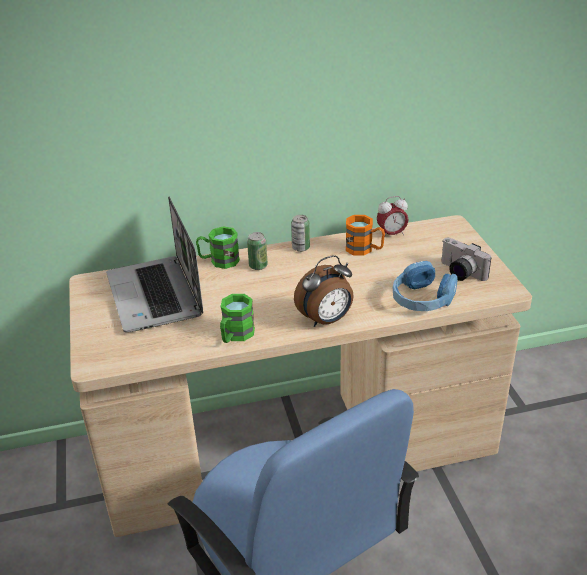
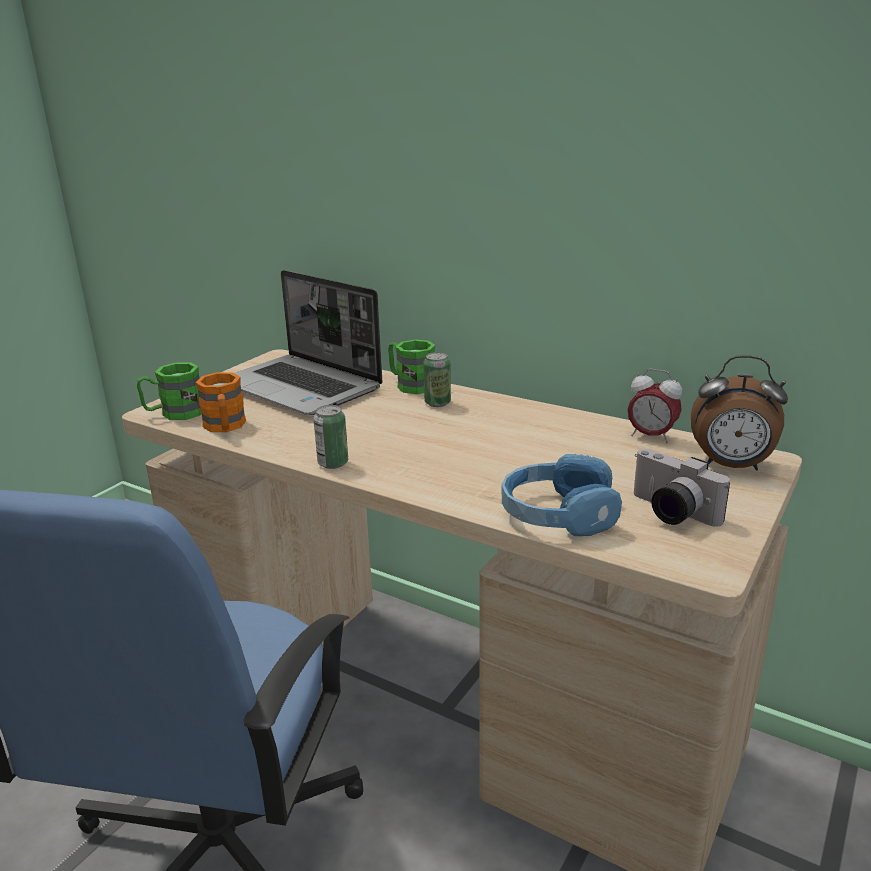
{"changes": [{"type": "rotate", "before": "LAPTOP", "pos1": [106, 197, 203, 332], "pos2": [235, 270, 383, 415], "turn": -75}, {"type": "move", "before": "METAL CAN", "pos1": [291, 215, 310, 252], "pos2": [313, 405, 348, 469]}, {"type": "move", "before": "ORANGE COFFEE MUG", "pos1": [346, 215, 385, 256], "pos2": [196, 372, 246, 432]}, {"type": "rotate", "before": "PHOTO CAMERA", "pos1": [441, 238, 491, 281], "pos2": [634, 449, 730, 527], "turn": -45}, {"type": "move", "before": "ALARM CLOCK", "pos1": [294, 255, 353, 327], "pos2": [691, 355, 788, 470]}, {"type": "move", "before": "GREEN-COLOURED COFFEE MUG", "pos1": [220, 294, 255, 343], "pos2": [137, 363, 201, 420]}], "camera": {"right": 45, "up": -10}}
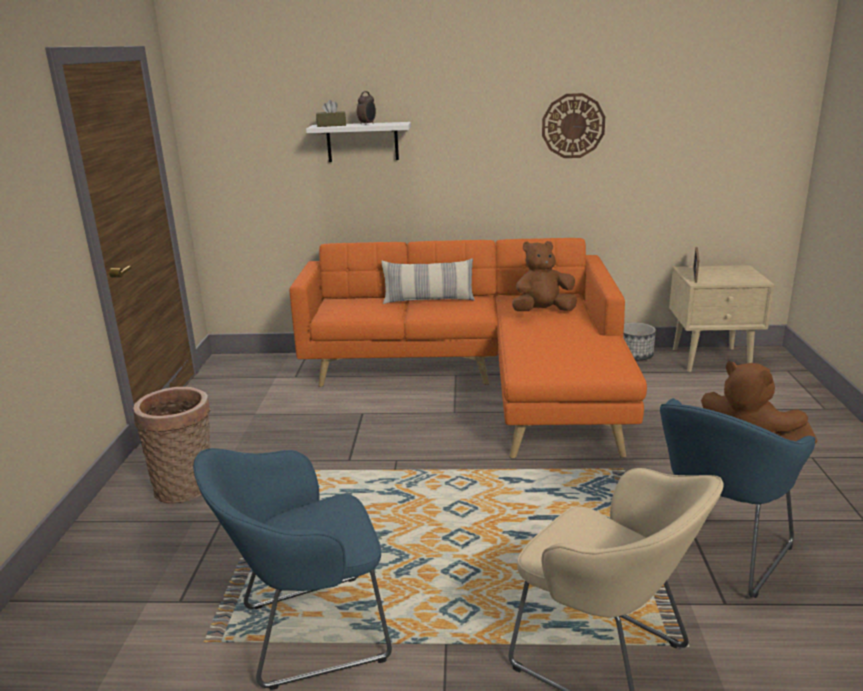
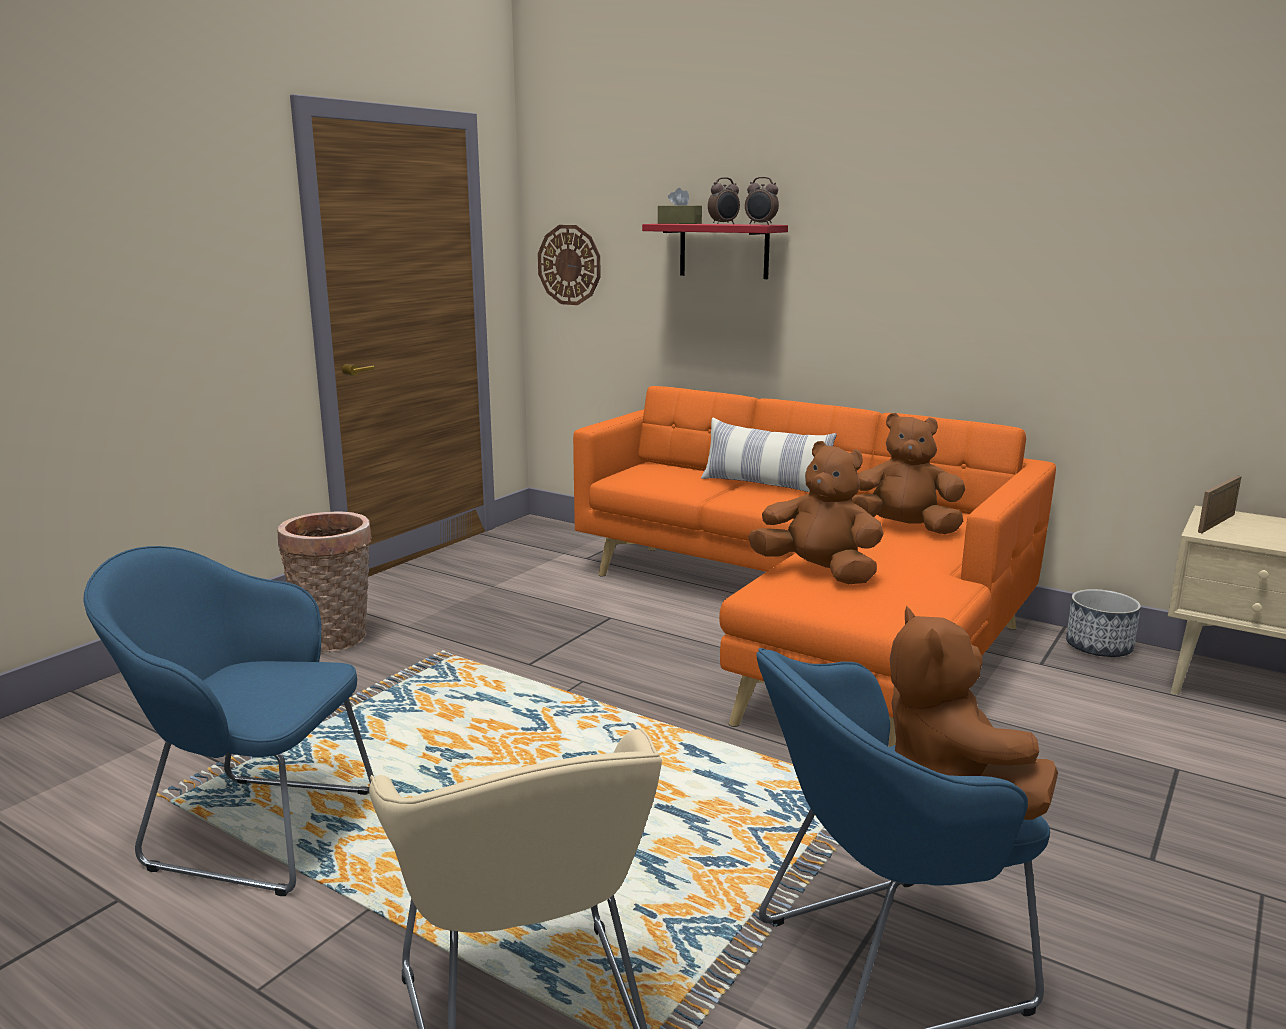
{"changes": [{"type": "move", "before": "HANGING CLOCK", "pos1": [542, 93, 605, 158], "pos2": [538, 225, 601, 305]}, {"type": "recolor", "before": "WHITE BRACKET SHELF", "after": "REDDISH BRACKET SHELF", "pos1": [306, 122, 411, 162], "pos2": [642, 224, 788, 279]}, {"type": "insert", "after": "ALARM CLOCK", "pos2": [745, 177, 779, 225]}, {"type": "insert", "after": "BROWN PLUSH TOY", "pos2": [748, 441, 884, 584]}], "camera": {"right": 30, "up": -5}}
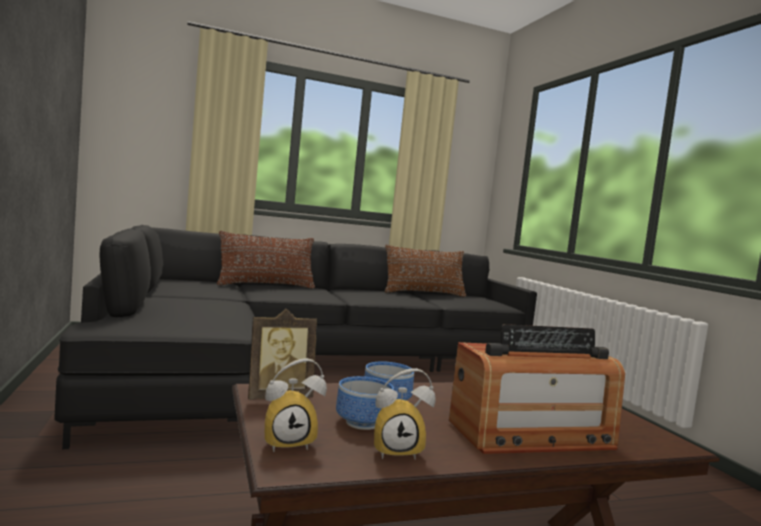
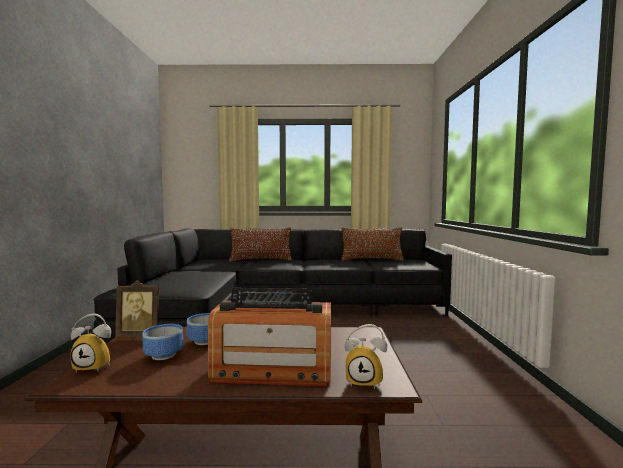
{"changes": [{"type": "move", "before": "ALARM CLOCK", "pos1": [374, 368, 436, 460], "pos2": [345, 324, 387, 389]}], "camera": {"right": 20, "up": 0}}
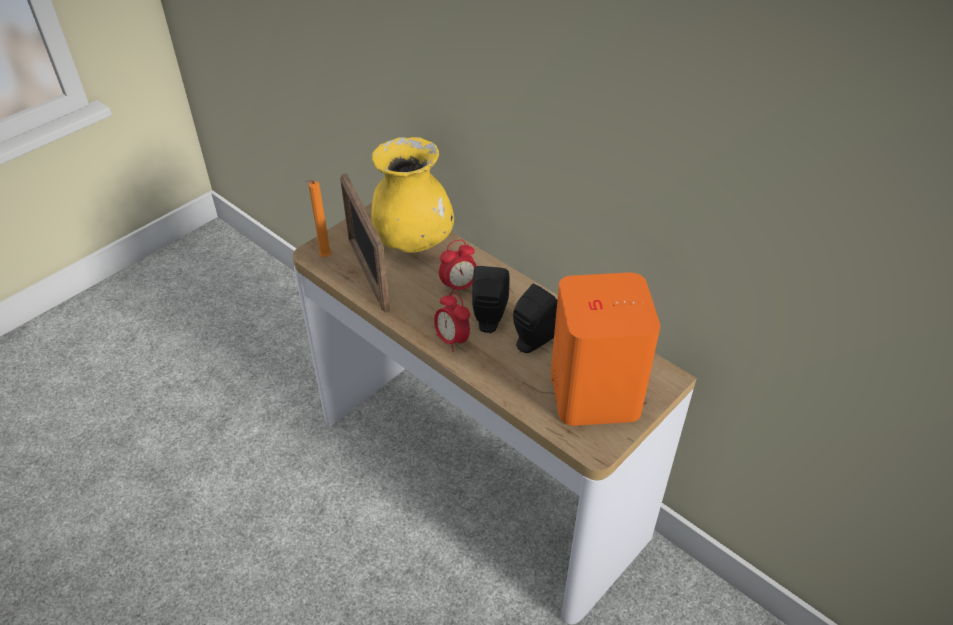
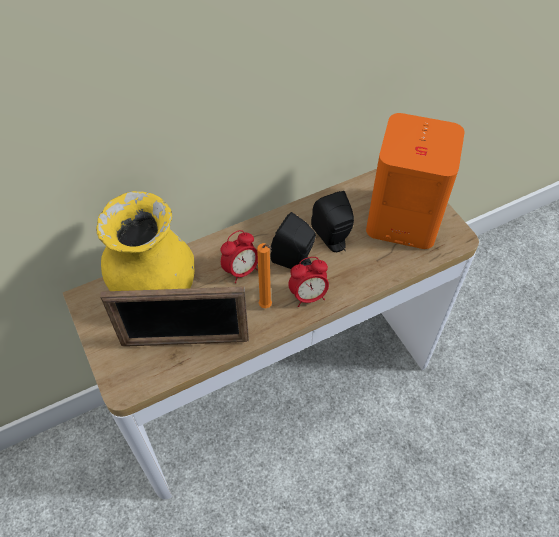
{"changes": [{"type": "move", "before": "ORANGE WAX LIGHT", "pos1": [305, 180, 332, 257], "pos2": [257, 243, 272, 308]}, {"type": "rotate", "before": "ALARM CLOCK", "pos1": [439, 240, 477, 296], "pos2": [220, 230, 258, 283], "turn": 60}], "camera": {"right": -70, "up": 10}}
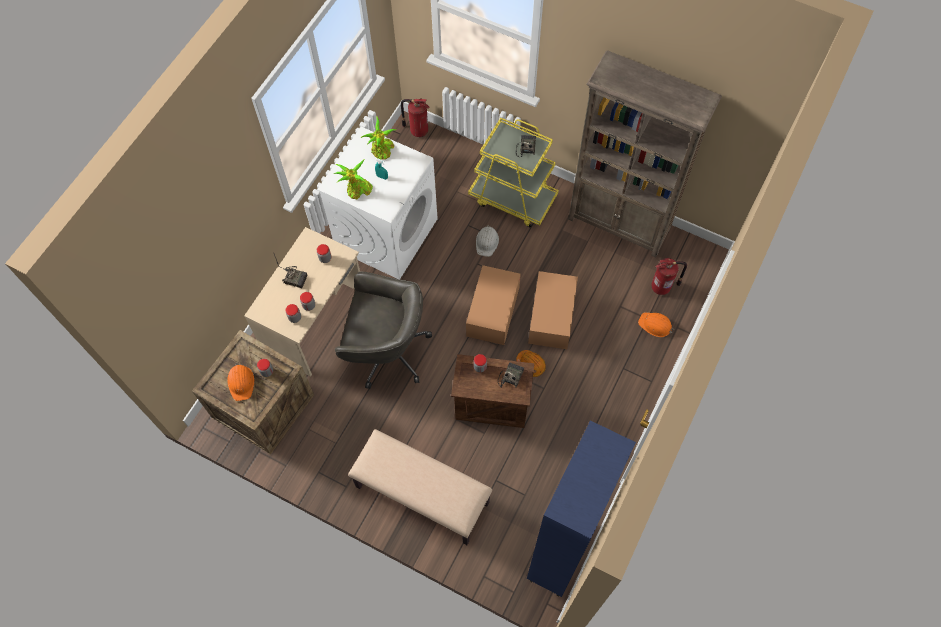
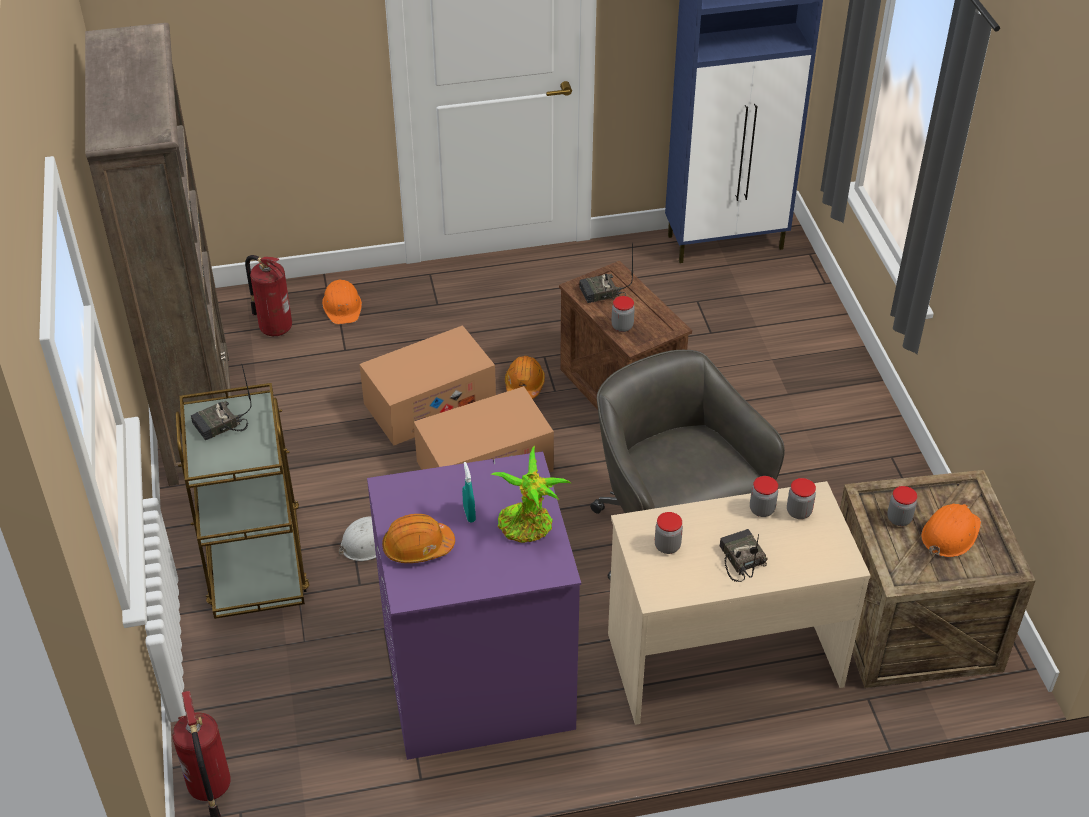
{"changes": [{"type": "replace", "before": "POTTED PLANT", "after": "ORANGE HARD HAT", "pos1": [361, 117, 396, 160], "pos2": [382, 514, 455, 563]}, {"type": "recolor", "before": "YELLOW-COLOURED TROLLEY", "after": "BROWN TROLLEY", "pos1": [468, 117, 559, 227], "pos2": [176, 383, 309, 619]}, {"type": "recolor", "before": "WHITE LAUNDRY MACHINE", "after": "PURPLE LAUNDRY MACHINE", "pos1": [317, 127, 438, 279], "pos2": [367, 451, 581, 760]}, {"type": "delete", "before": "BEIGE-COLOURED BENCH", "pos1": [348, 429, 492, 545]}], "camera": {"right": -130, "up": -20}}
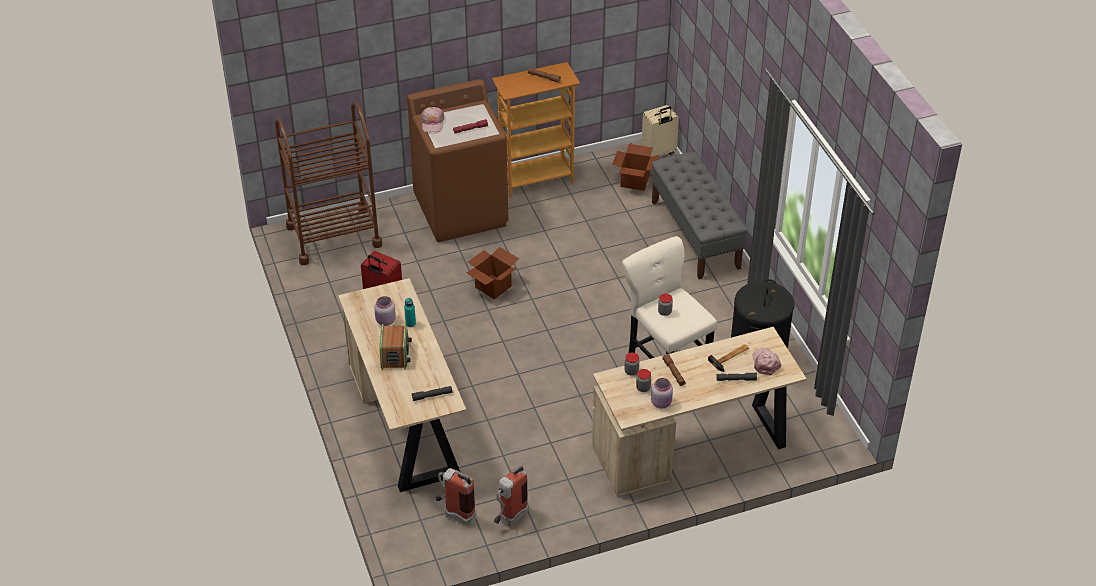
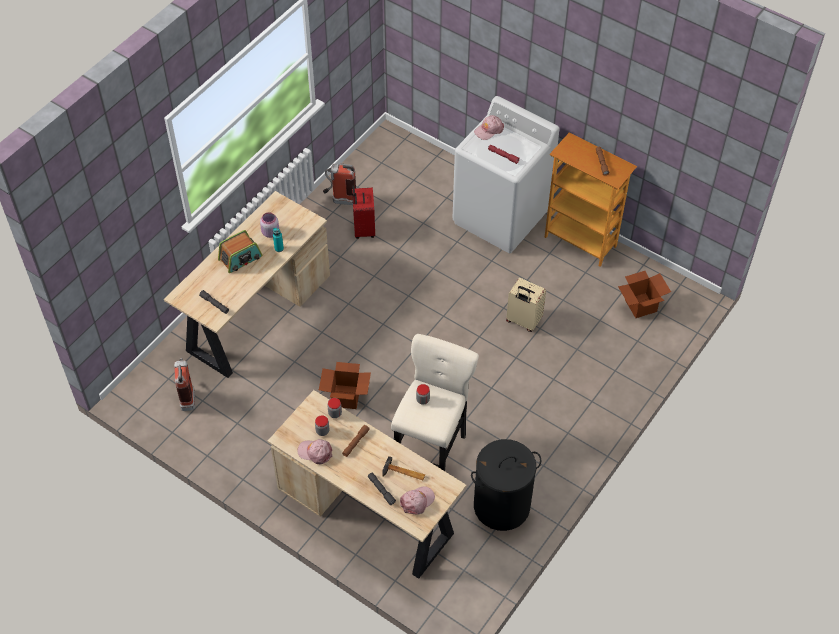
{"changes": [{"type": "recolor", "before": "BROWN LAUNDRY MACHINE", "after": "WHITE LAUNDRY MACHINE", "pos1": [407, 79, 508, 242], "pos2": [453, 96, 559, 253]}, {"type": "delete", "before": "BROWN TROLLEY", "pos1": [275, 102, 382, 265]}, {"type": "move", "before": "BEIGE-COLOURED TRAVEL CASE", "pos1": [641, 105, 679, 157], "pos2": [506, 278, 546, 332]}, {"type": "delete", "before": "GREYISH BENCH", "pos1": [651, 152, 748, 279]}, {"type": "move", "before": "CARTON", "pos1": [466, 247, 519, 300], "pos2": [319, 362, 371, 409]}, {"type": "replace", "before": "PINKISH PRESERVE JAR", "after": "PINKISH CAP", "pos1": [651, 378, 673, 408], "pos2": [298, 439, 333, 465]}, {"type": "move", "before": "EXTINGUISHER", "pos1": [494, 465, 529, 526], "pos2": [323, 163, 356, 205]}], "camera": {"right": 55, "up": 10}}
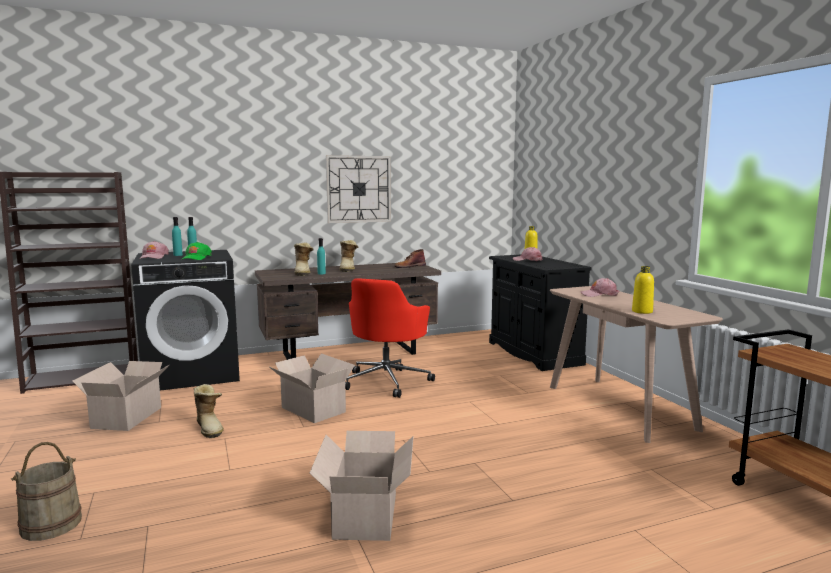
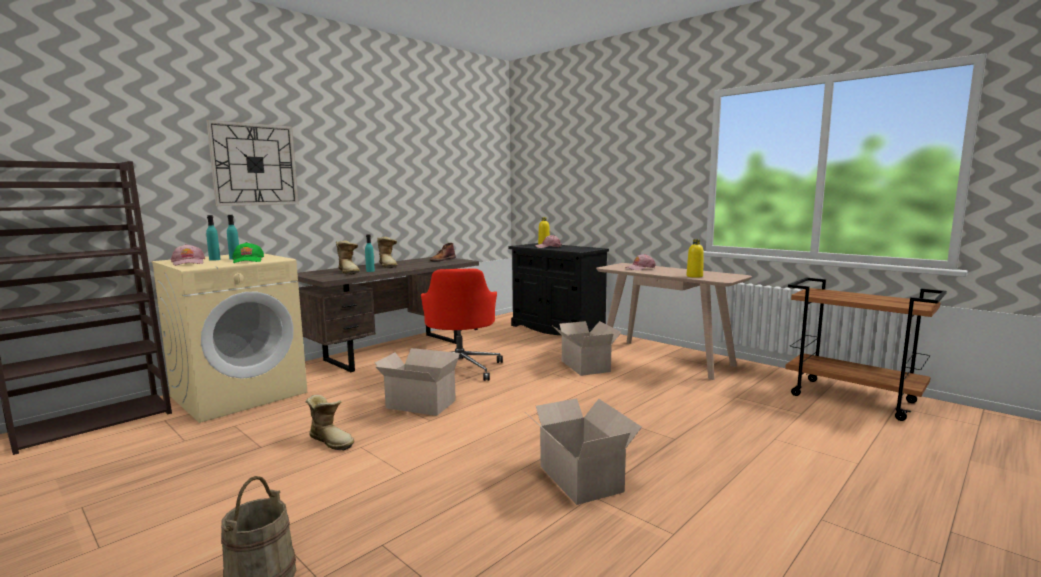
{"changes": [{"type": "move", "before": "HANGING CLOCK", "pos1": [326, 155, 391, 223], "pos2": [206, 120, 299, 206]}, {"type": "recolor", "before": "BLACK LAUNDRY MACHINE", "after": "BEIGE-COLOURED LAUNDRY MACHINE", "pos1": [131, 250, 240, 391], "pos2": [152, 254, 307, 423]}, {"type": "move", "before": "CARTON", "pos1": [72, 361, 169, 431], "pos2": [553, 321, 622, 376]}], "camera": {"right": -25, "up": 0}}
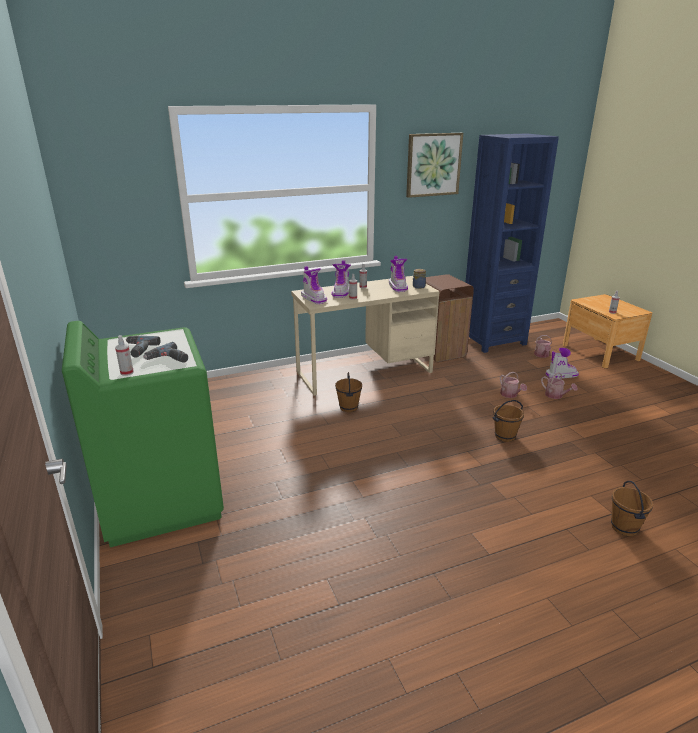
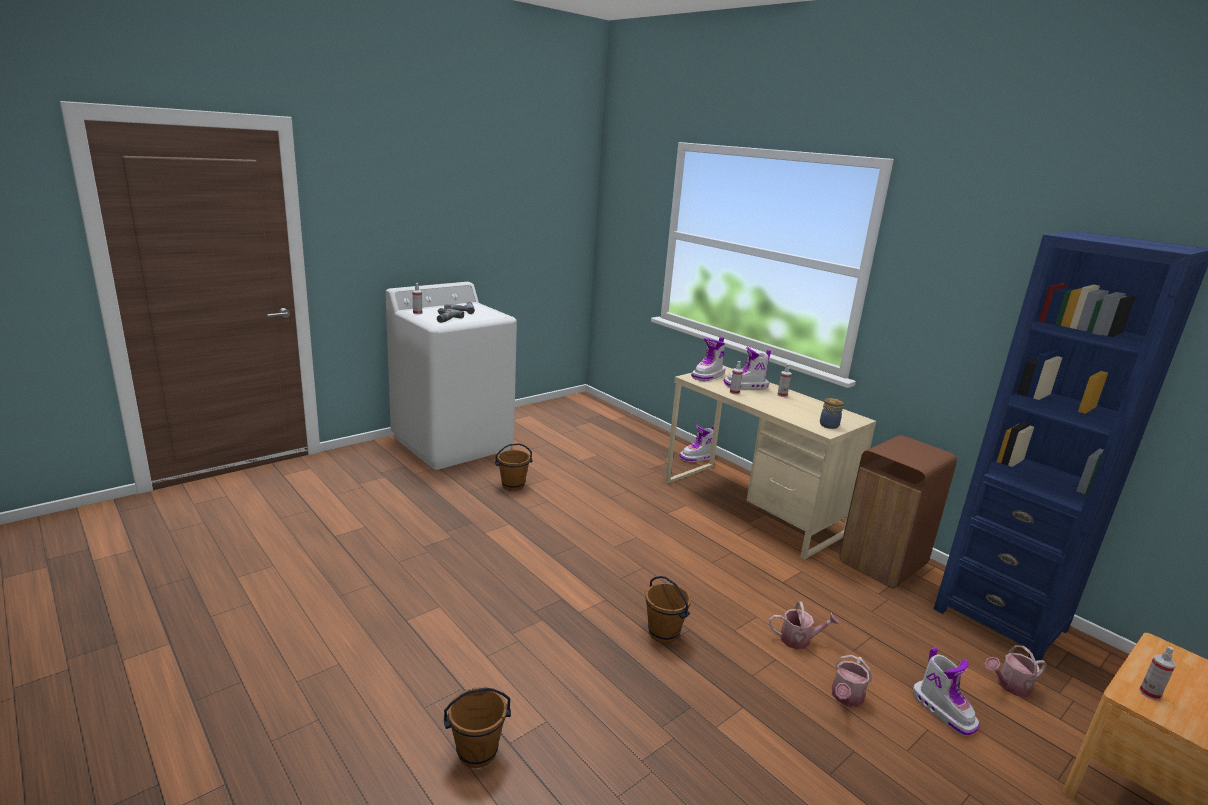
{"changes": [{"type": "delete", "before": "WALL PICTURE", "pos1": [406, 133, 463, 198]}, {"type": "move", "before": "HIGH-TOP BOOT", "pos1": [389, 256, 408, 292], "pos2": [679, 425, 716, 462]}, {"type": "recolor", "before": "GREEN-COLOURED LAUNDRY MACHINE", "after": "WHITE LAUNDRY MACHINE", "pos1": [62, 321, 224, 547], "pos2": [385, 282, 517, 470]}, {"type": "move", "before": "BROWN PAIL", "pos1": [335, 372, 362, 412], "pos2": [495, 443, 533, 491]}, {"type": "rotate", "before": "SPRINKLING CAN", "pos1": [500, 372, 527, 398], "pos2": [769, 602, 839, 650], "turn": -135}], "camera": {"right": 70, "up": -5}}
